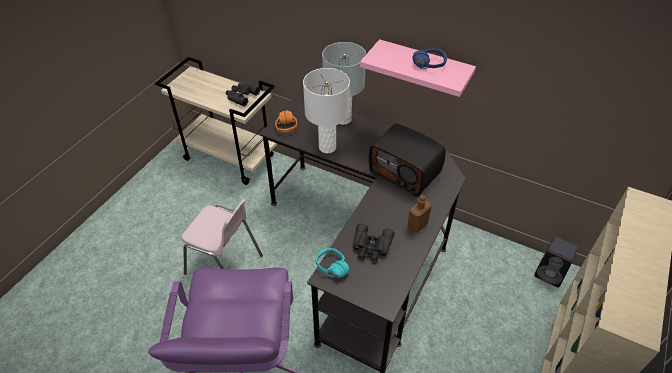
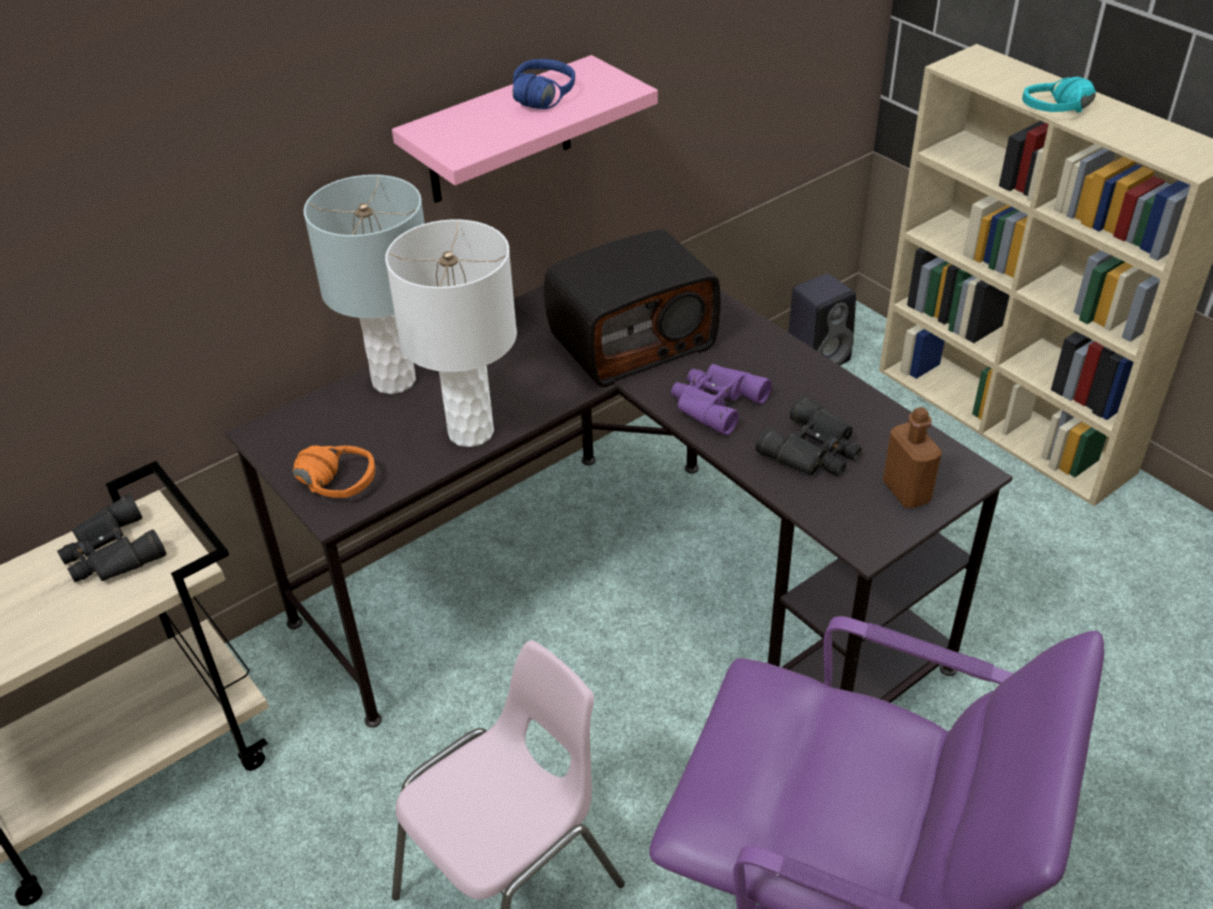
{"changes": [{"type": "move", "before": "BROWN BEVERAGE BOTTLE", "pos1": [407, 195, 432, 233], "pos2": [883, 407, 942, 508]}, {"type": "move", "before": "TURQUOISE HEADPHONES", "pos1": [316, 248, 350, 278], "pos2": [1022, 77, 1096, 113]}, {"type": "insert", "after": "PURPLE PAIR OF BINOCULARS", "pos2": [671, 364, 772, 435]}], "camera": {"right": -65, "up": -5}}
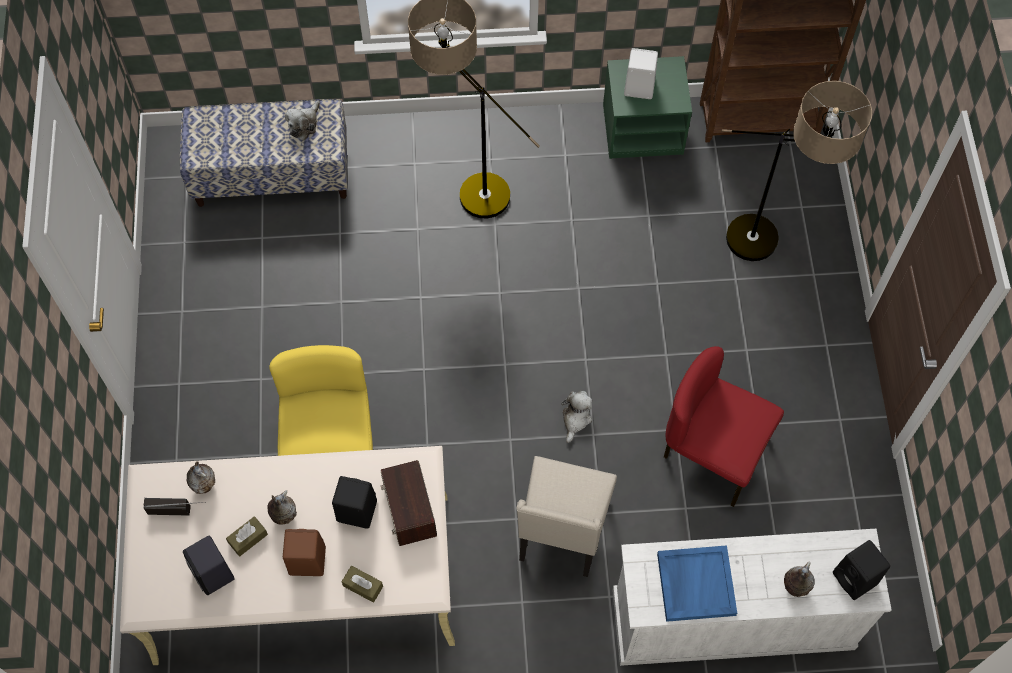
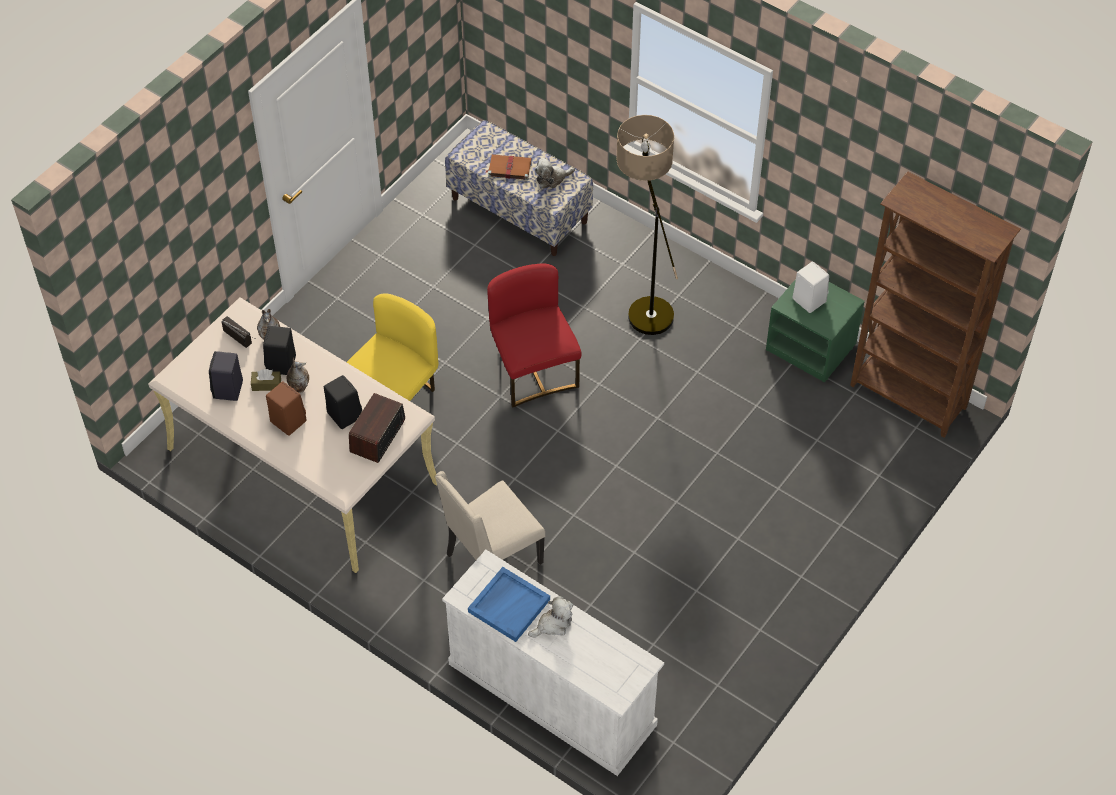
{"changes": [{"type": "delete", "before": "FLOOR LAMP", "pos1": [721, 81, 872, 261]}, {"type": "move", "before": "REDDISH CHAIR", "pos1": [664, 346, 784, 507], "pos2": [487, 264, 581, 408]}, {"type": "move", "before": "PLUSH TOY", "pos1": [561, 391, 592, 443], "pos2": [528, 596, 573, 638]}, {"type": "move", "before": "BLACK AUDIO SPEAKER", "pos1": [833, 540, 890, 600], "pos2": [263, 326, 296, 375]}, {"type": "delete", "before": "DECORATIVE VASE", "pos1": [784, 562, 815, 597]}, {"type": "delete", "before": "BROWN BOX OF TISSUES", "pos1": [341, 566, 383, 603]}, {"type": "insert", "after": "BROWN BOOK", "pos2": [485, 154, 532, 180]}], "camera": {"right": 40, "up": -10}}
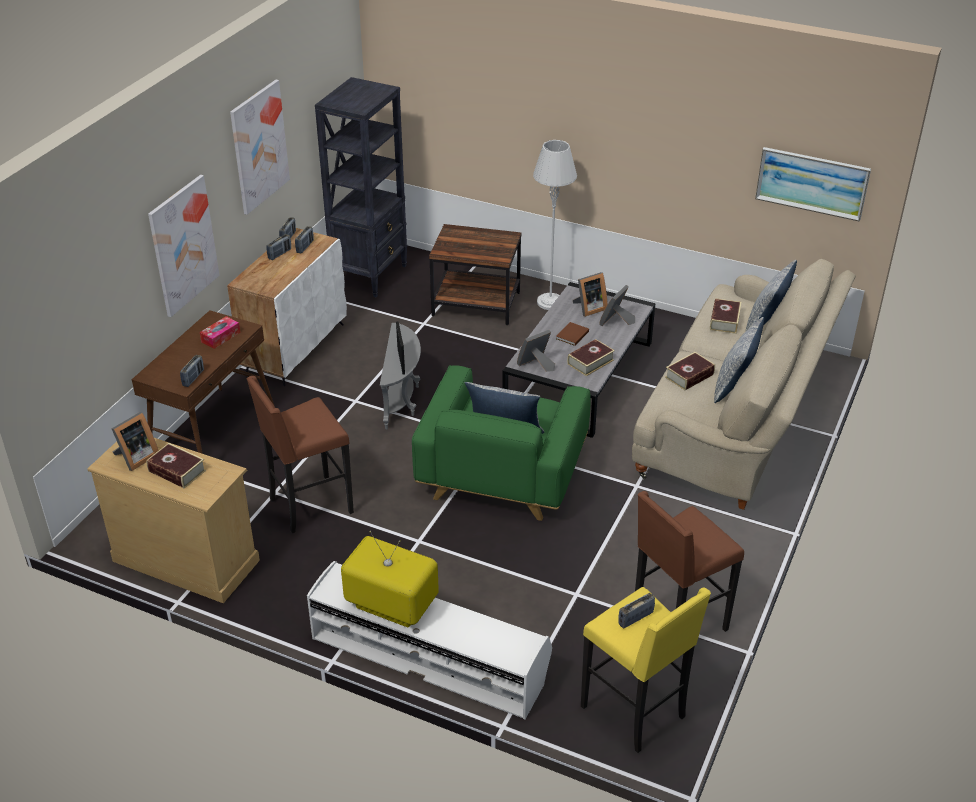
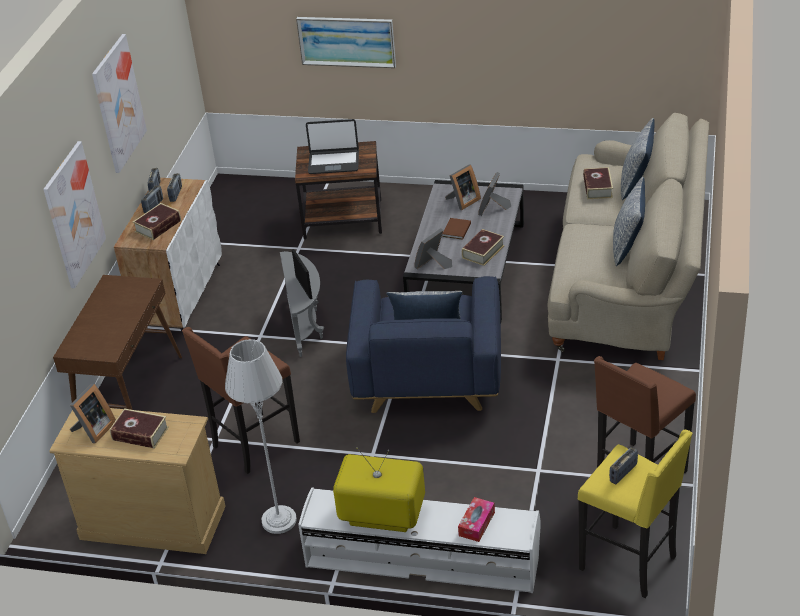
{"changes": [{"type": "delete", "before": "BLACK SHELVING UNIT", "pos1": [315, 77, 407, 297]}, {"type": "move", "before": "GREYISH FLOOR LAMP", "pos1": [533, 140, 577, 310], "pos2": [225, 339, 297, 534]}, {"type": "move", "before": "WALL PICTURE", "pos1": [755, 147, 871, 222], "pos2": [296, 17, 396, 68]}, {"type": "move", "before": "BOX OF TISSUES", "pos1": [200, 316, 241, 349], "pos2": [458, 497, 495, 542]}, {"type": "move", "before": "BOOK", "pos1": [665, 352, 715, 390], "pos2": [133, 203, 181, 240]}, {"type": "delete", "before": "RADIO RECEIVER", "pos1": [180, 355, 204, 387]}, {"type": "recolor", "before": "GREEN-COLOURED EASY CHAIR", "after": "BLUE-COLOURED EASY CHAIR", "pos1": [412, 365, 591, 521], "pos2": [346, 276, 501, 413]}, {"type": "insert", "after": "LAPTOP", "pos2": [306, 119, 359, 174]}], "camera": {"right": -10, "up": 0}}
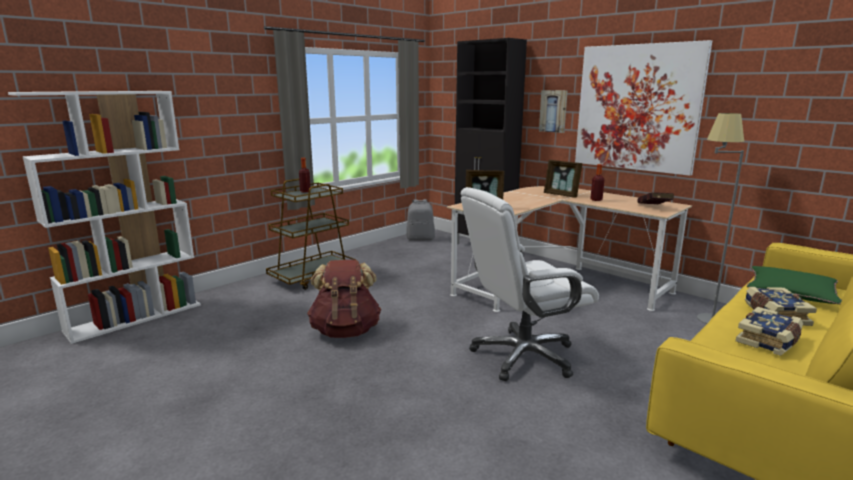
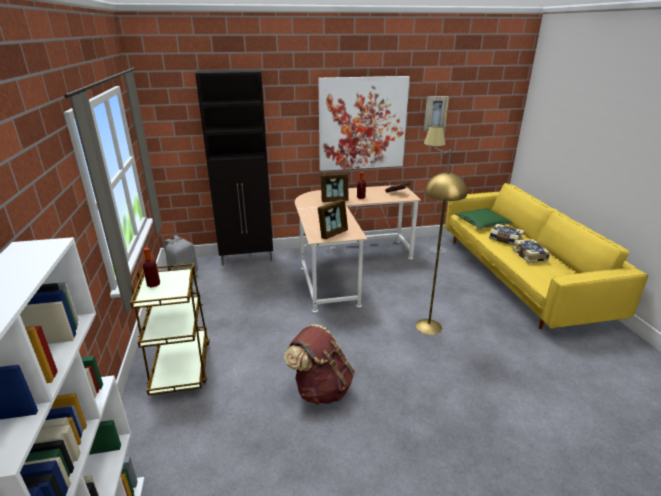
{"changes": [{"type": "move", "before": "WALL PICTURE", "pos1": [539, 90, 568, 133], "pos2": [424, 96, 449, 131]}, {"type": "replace", "before": "WHITE COMPUTER CHAIR", "after": "YELLOW-COLOURED FLOOR LAMP", "pos1": [461, 187, 599, 381], "pos2": [416, 172, 467, 335]}], "camera": {"right": -55, "up": 10}}
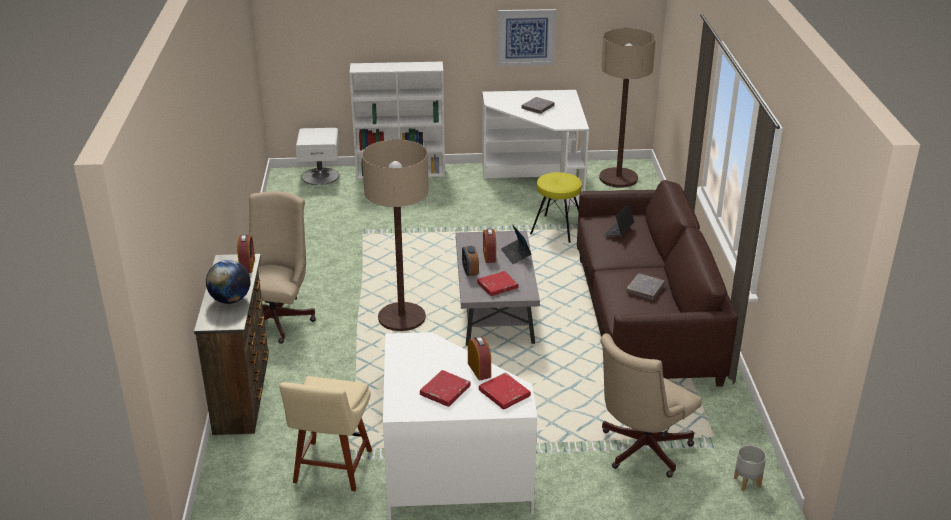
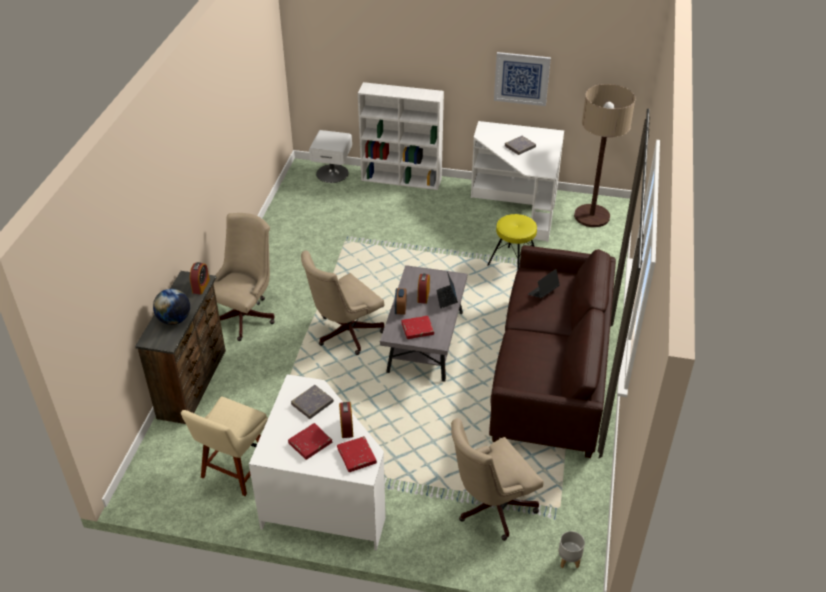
{"changes": [{"type": "replace", "before": "FLOOR LAMP", "after": "BEIGE-COLOURED COMPUTER CHAIR", "pos1": [362, 139, 429, 331], "pos2": [301, 251, 384, 355]}, {"type": "move", "before": "GREYISH BOOK", "pos1": [626, 273, 665, 300], "pos2": [291, 385, 334, 419]}], "camera": {"right": 15, "up": 10}}
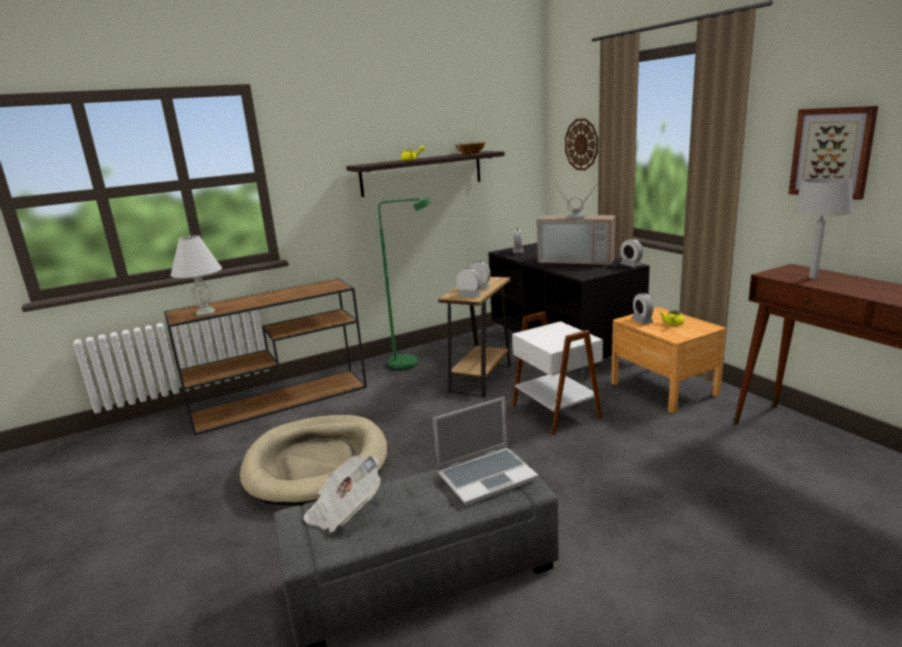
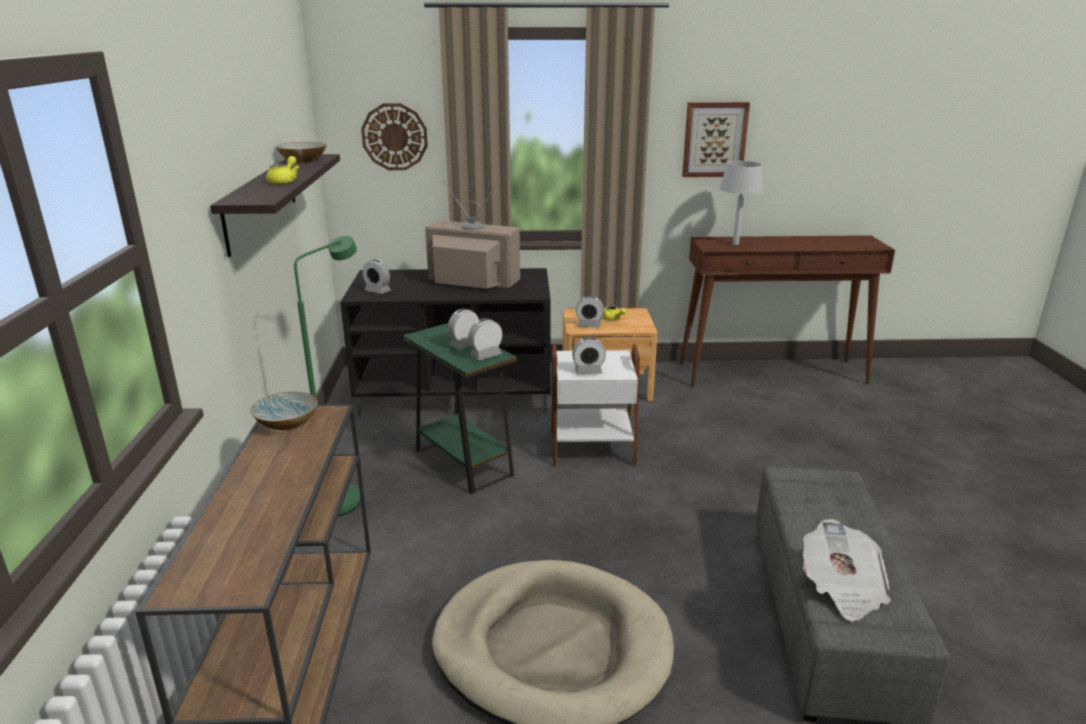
{"changes": [{"type": "rotate", "before": "TV", "pos1": [537, 179, 616, 265], "pos2": [425, 180, 520, 289], "turn": -120}, {"type": "delete", "before": "WHITE TABLETOP LAMP", "pos1": [171, 235, 222, 316]}, {"type": "move", "before": "ALARM CLOCK", "pos1": [620, 239, 643, 267], "pos2": [572, 337, 606, 374]}, {"type": "recolor", "before": "BROWN SIDE TABLE", "after": "GREEN-COLOURED SIDE TABLE", "pos1": [438, 277, 511, 397], "pos2": [403, 323, 517, 494]}, {"type": "delete", "before": "LAPTOP", "pos1": [433, 397, 539, 505]}, {"type": "insert", "after": "DEEP DISH", "pos2": [251, 392, 318, 431]}], "camera": {"right": -65, "up": 5}}
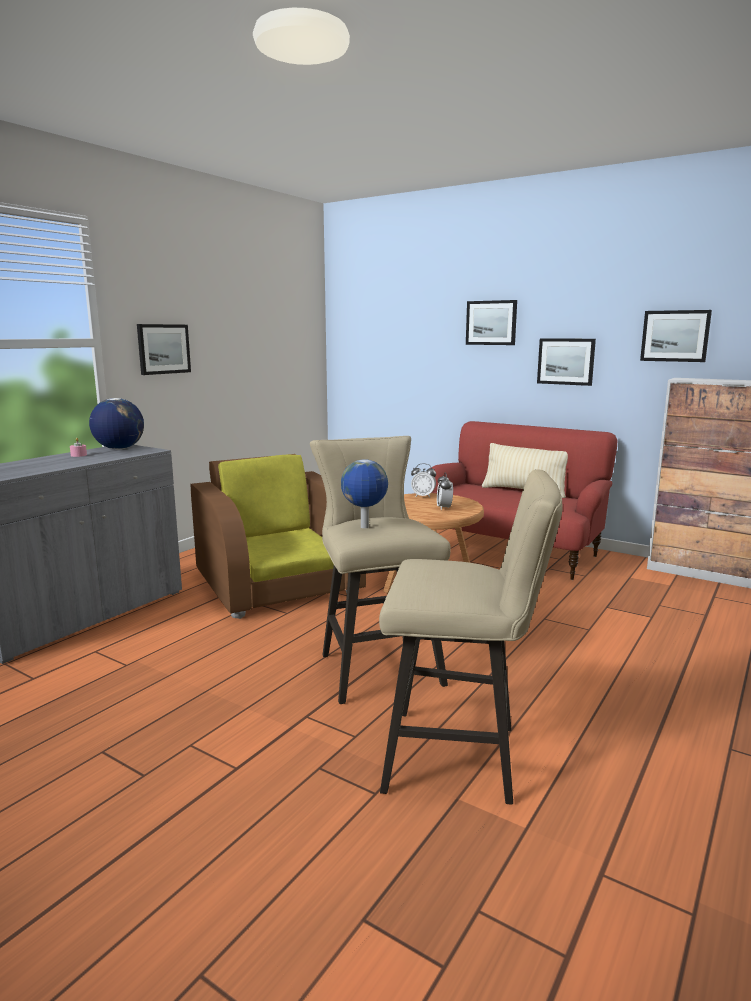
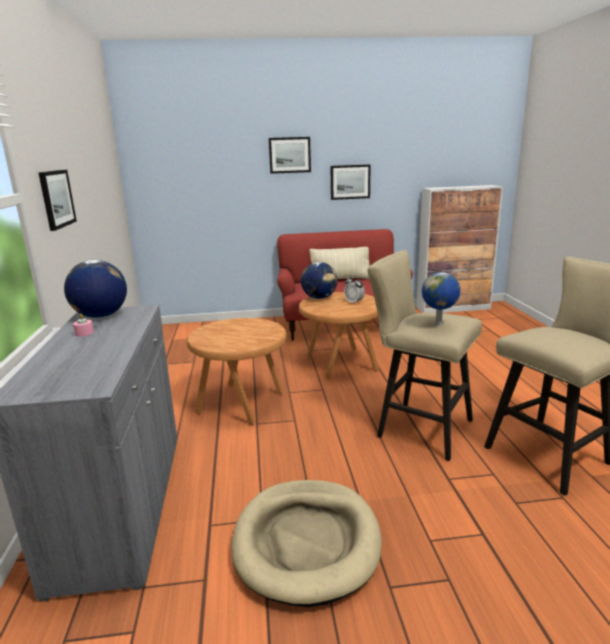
{"changes": [{"type": "delete", "before": "WALL PICTURE", "pos1": [640, 310, 712, 362]}, {"type": "replace", "before": "BROWN EASY CHAIR", "after": "BROWN SIDE TABLE", "pos1": [191, 454, 366, 619], "pos2": [187, 318, 287, 425]}, {"type": "replace", "before": "ALARM CLOCK", "after": "DESK GLOBE", "pos1": [411, 463, 436, 498], "pos2": [301, 262, 338, 299]}, {"type": "insert", "after": "BEIGE-COLOURED DOG CUSHION", "pos2": [231, 480, 382, 607]}], "camera": {"right": -40, "up": 5}}
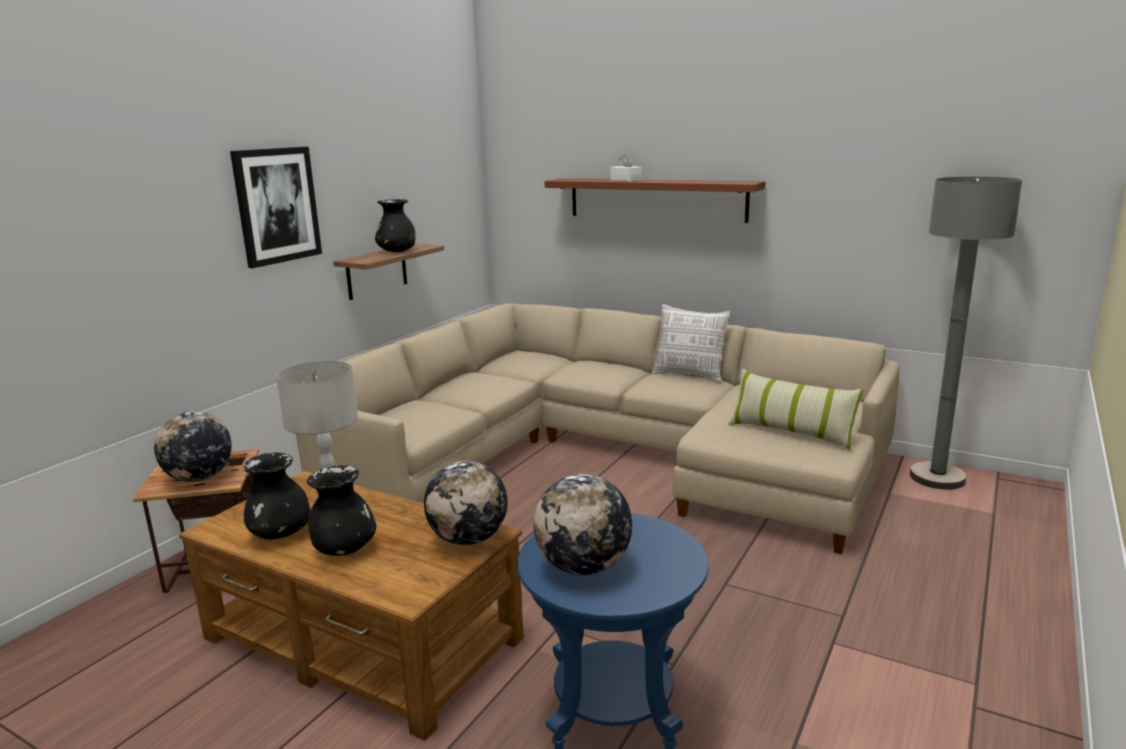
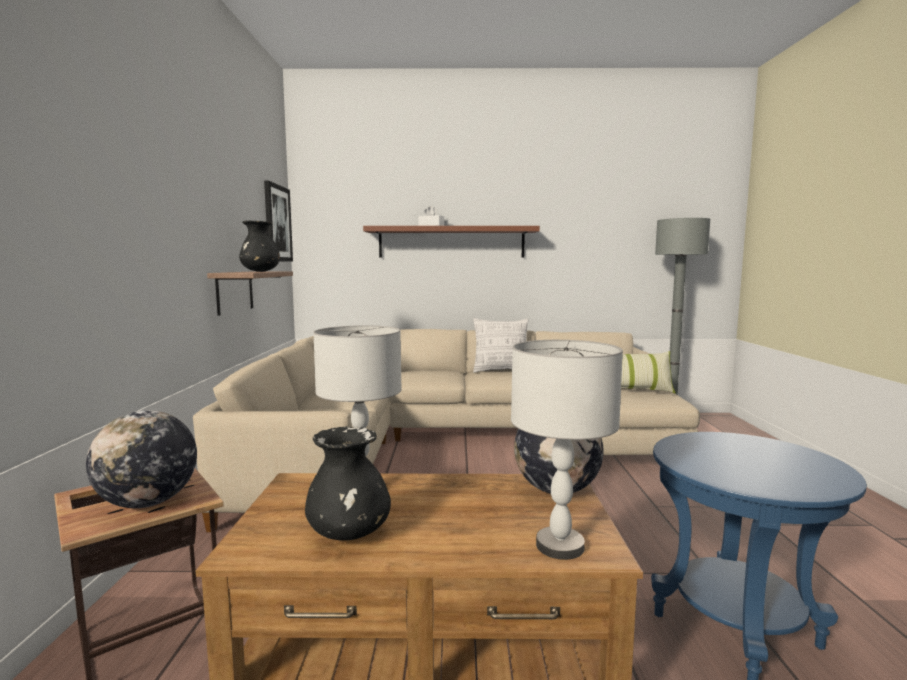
{"changes": [{"type": "move", "before": "WALL PICTURE", "pos1": [230, 147, 322, 268], "pos2": [264, 181, 293, 262]}, {"type": "delete", "before": "BLACK DECORATIVE VASE", "pos1": [307, 465, 376, 556]}, {"type": "delete", "before": "DESK GLOBE", "pos1": [533, 474, 632, 575]}, {"type": "insert", "after": "GREYISH TABLETOP LAMP", "pos2": [511, 340, 623, 560]}], "camera": {"right": -30, "up": -10}}
